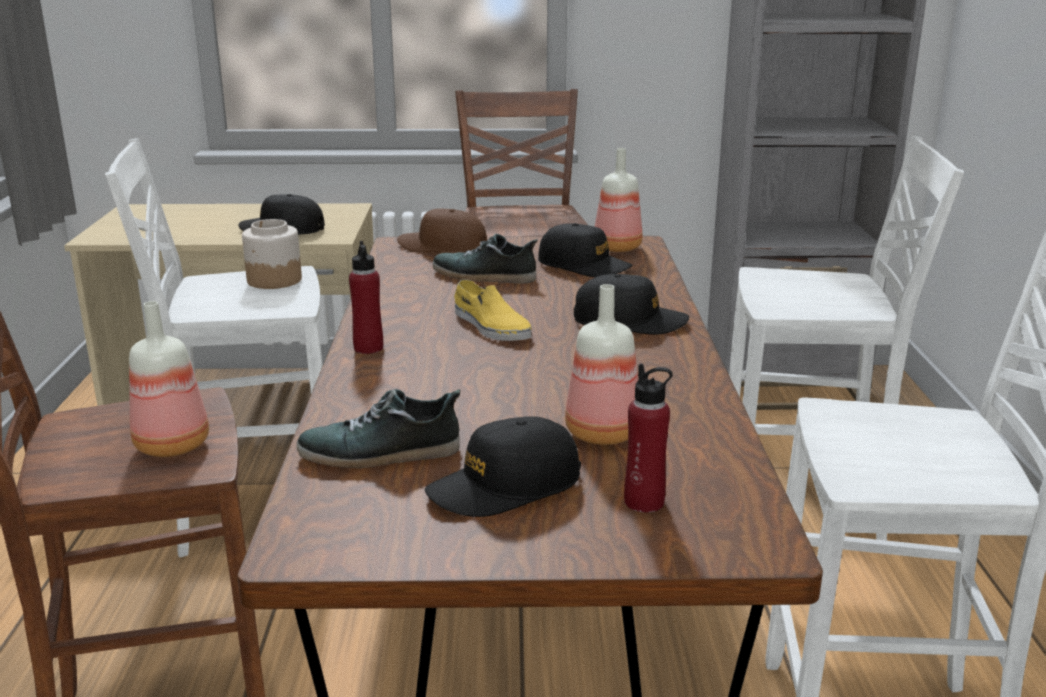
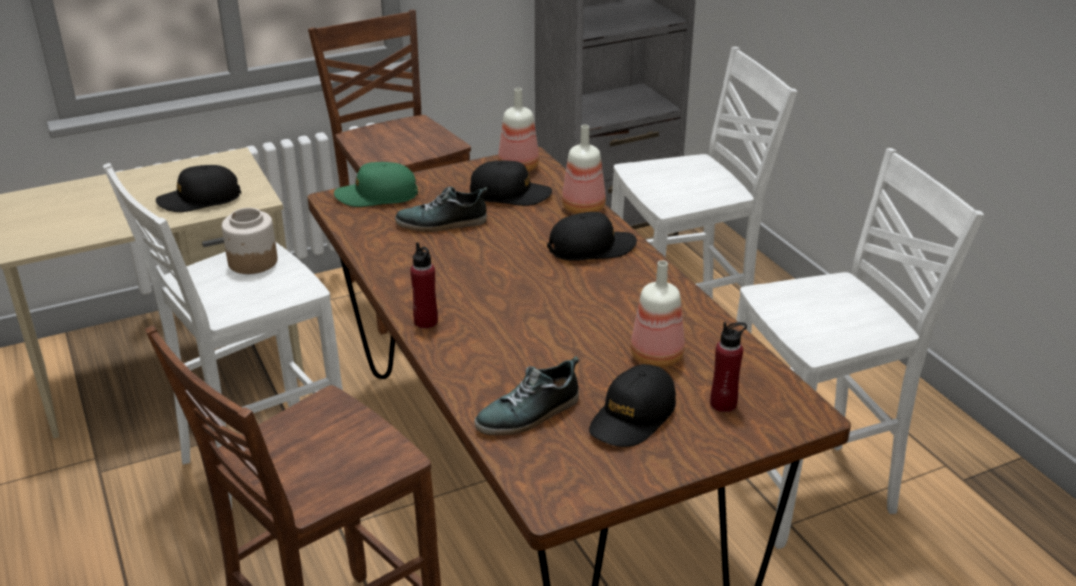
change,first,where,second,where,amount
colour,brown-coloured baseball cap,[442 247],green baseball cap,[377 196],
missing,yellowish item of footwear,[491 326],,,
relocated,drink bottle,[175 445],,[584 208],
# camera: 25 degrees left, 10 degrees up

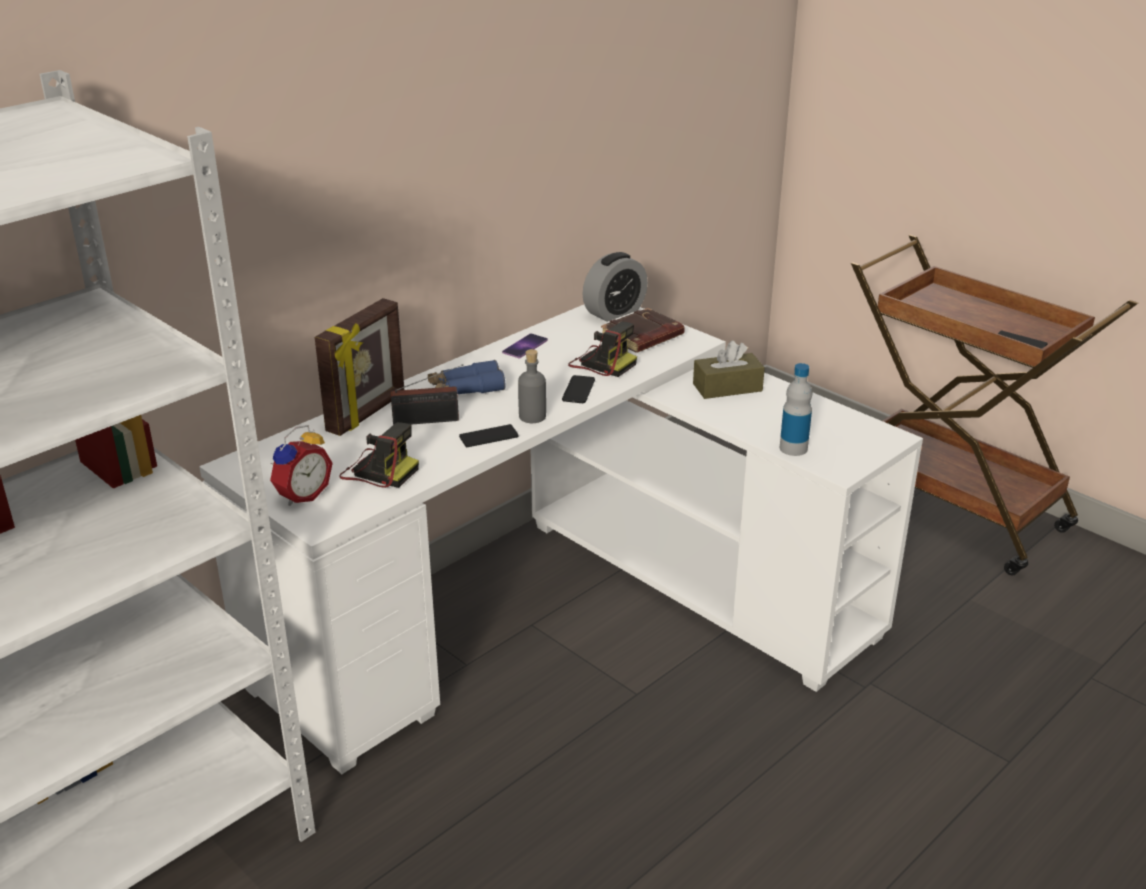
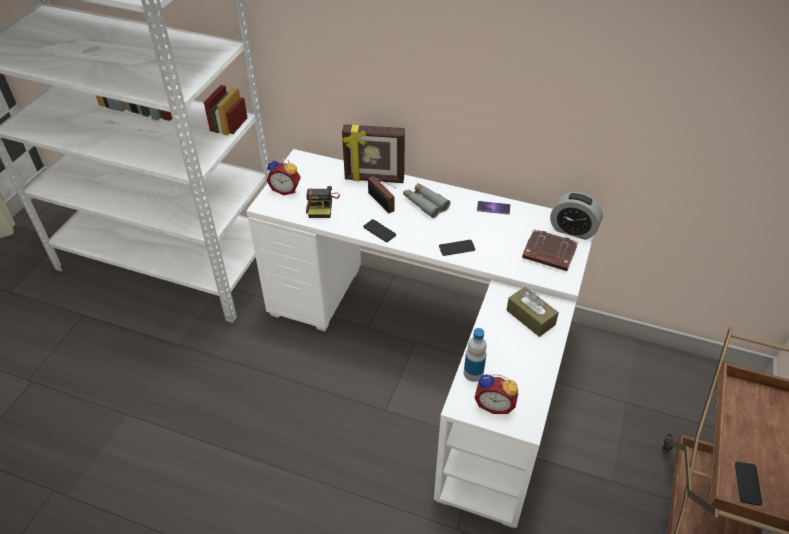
change,first,where,second,where,amount
missing,photo camera,[601 363],,,
missing,grey drink bottle,[532 416],,,
colour,blue pair of binoculars,[466 389],grey pair of binoculars,[425 203],
appeared,,,alarm clock,[494 404],
# camera: 65 degrees right, 15 degrees up

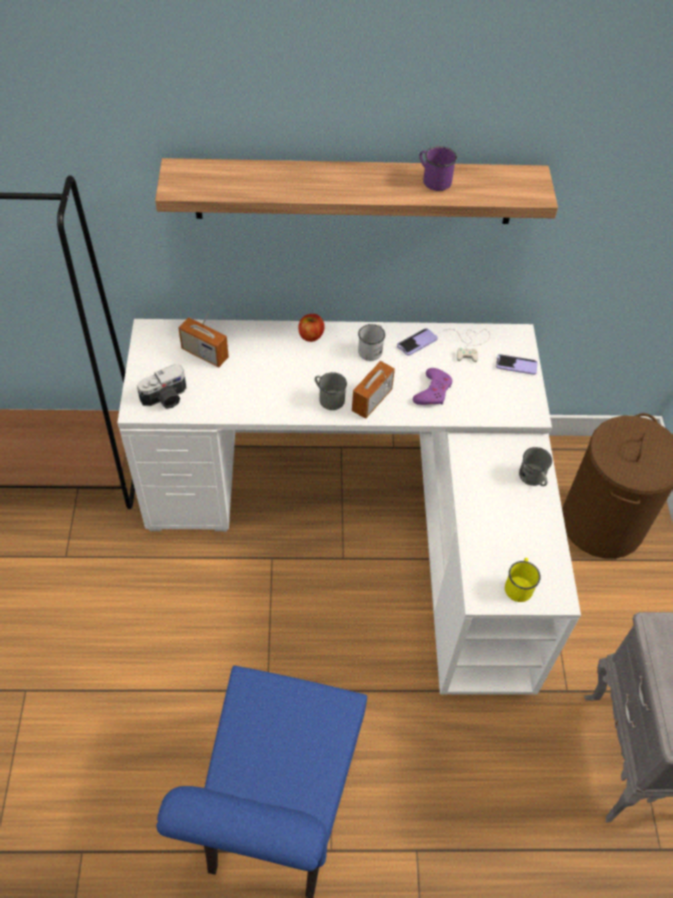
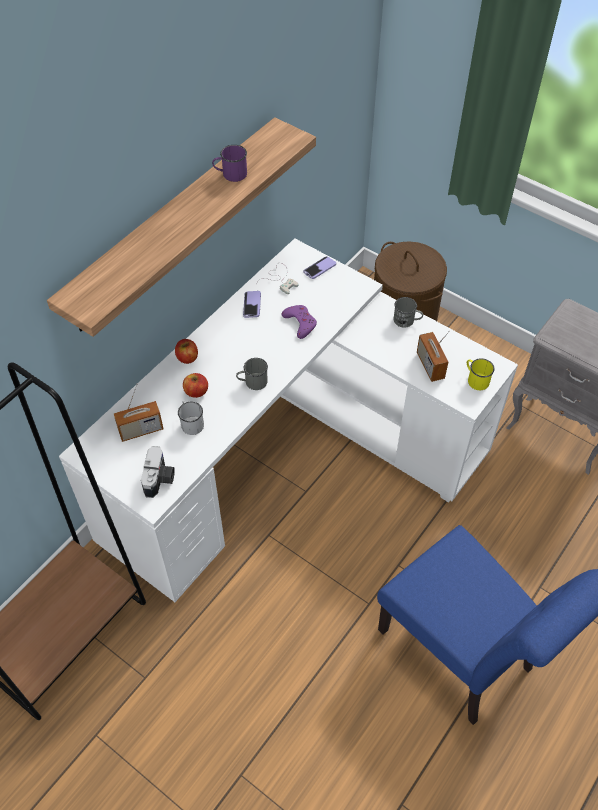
change,first,where,second,where,amount
relocated,white mug,[372 349],,[191 423],
relocated,radio set,[371 400],,[430 366],
appeared,,,apple,[196 391],
# camera: 50 degrees left, 0 degrees up

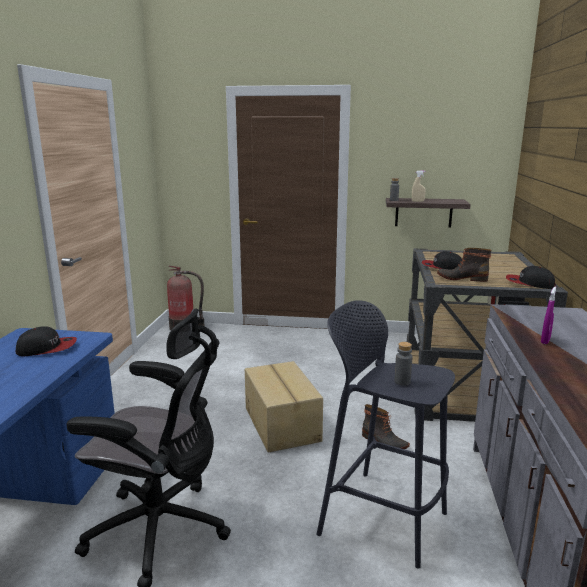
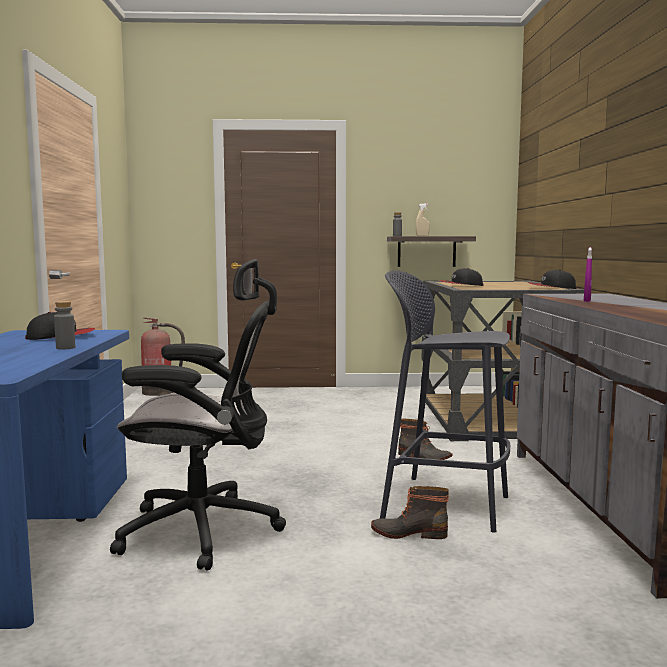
change,first,where,second,where,amount
relocated,high-top boot,[462 278],,[409 533],
relocated,grey drink bottle,[402 382],,[65 348],
missing,carton,[283 423],,,
# camera: 10 degrees left, 10 degrees down

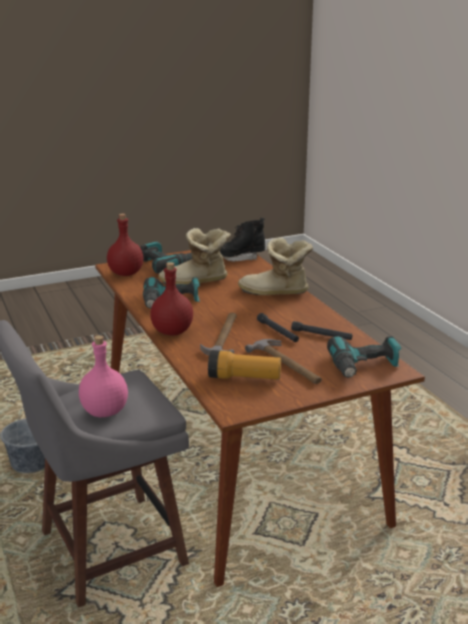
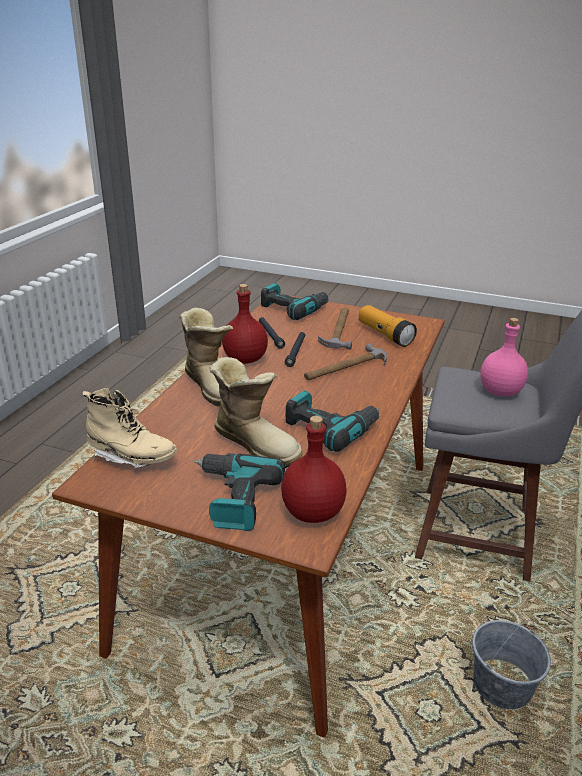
change,first,where,second,where,amount
colour,black high-top boot,[238 258],sand-coloured high-top boot,[132 457],
relocated,reddish drink bottle,[173 332],,[245 359],
# camera: 135 degrees left, 5 degrees up

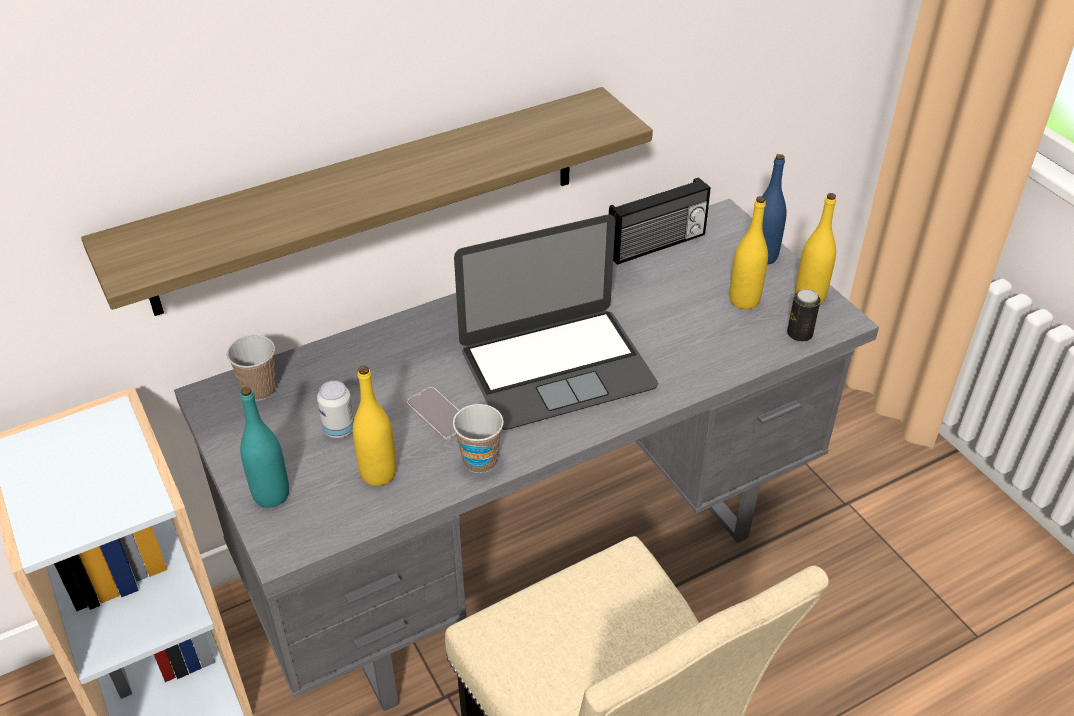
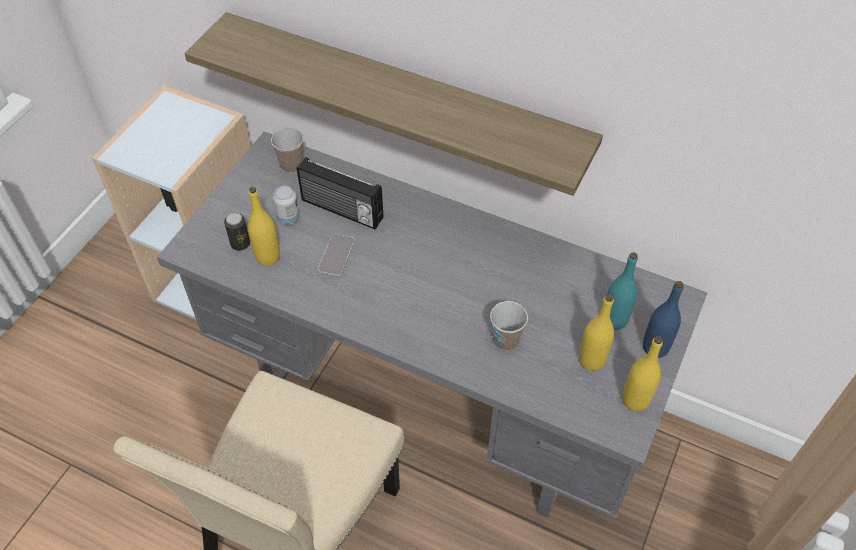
change,first,where,second,where,amount
relocated,radio set,[657 245],,[341 210],
missing,laptop,[557 367],,,
relocated,can,[799 334],,[240 244],
relocated,turquoise-coloured drink bottle,[271 495],,[614 320],
relocated,cup,[480 461],,[506 340],
# camera: 55 degrees right, 10 degrees up

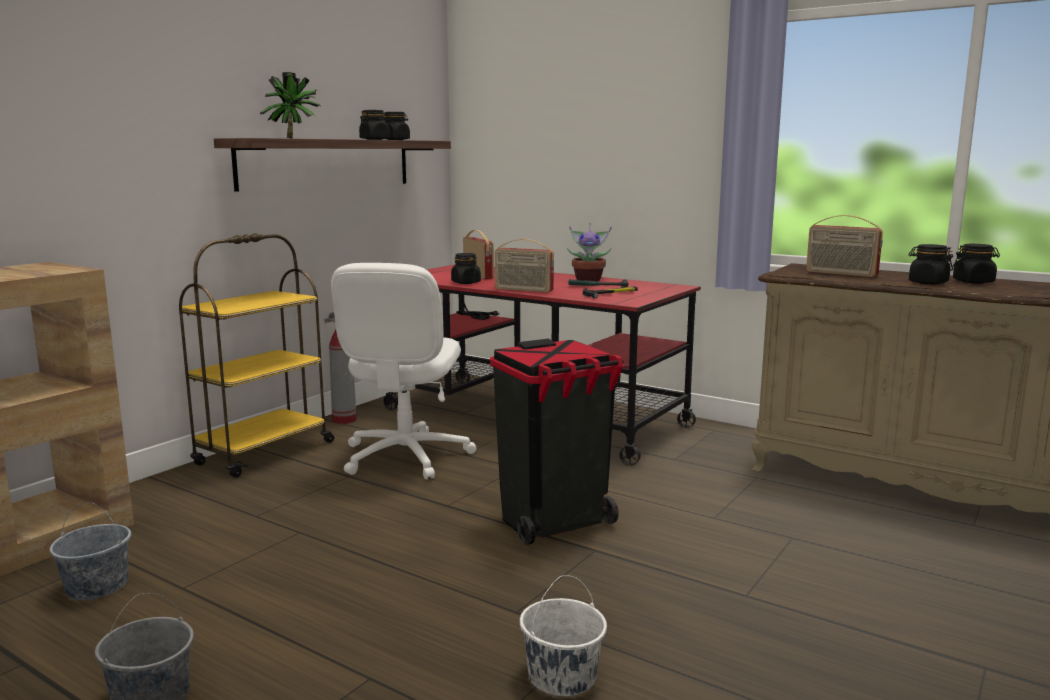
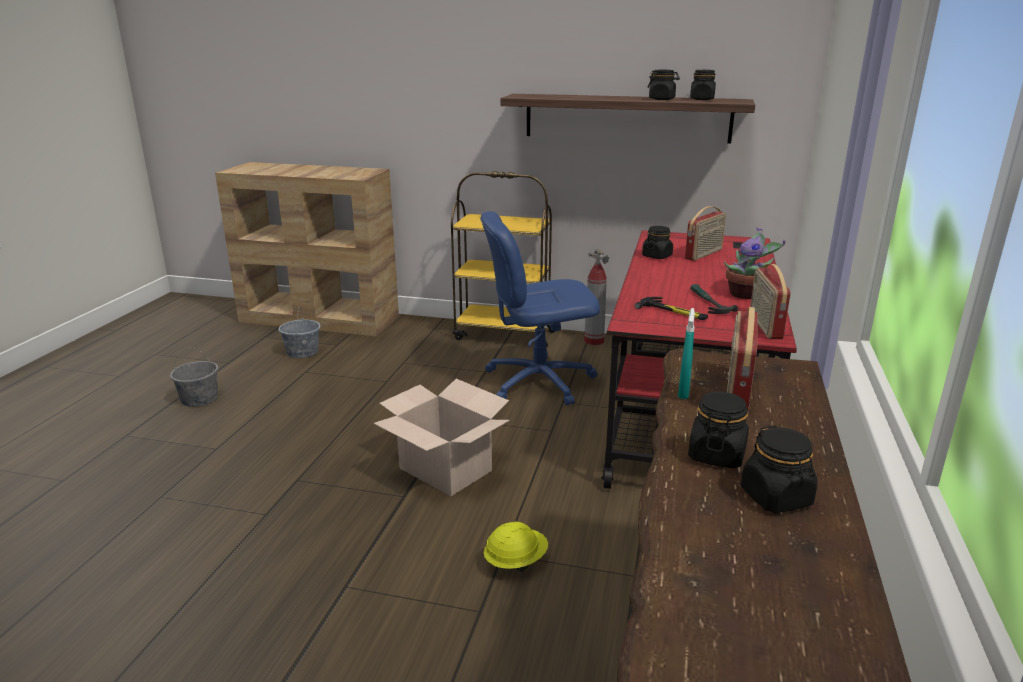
change,first,where,second,where,amount
missing,plant in a pot,[294 138],,,
relocated,radio set,[523 290],,[764 326],
colour,white desk chair,[405 456],blue desk chair,[538 381],
exchanged,black waste bin,[554 523],carton,[446 469],
missing,white pail,[561 676],,,
appeared,,,turquoise-coloured spray bottle,[683 392],
appeared,,,yellowish hard hat,[515 562],
# camera: 70 degrees right, 10 degrees up

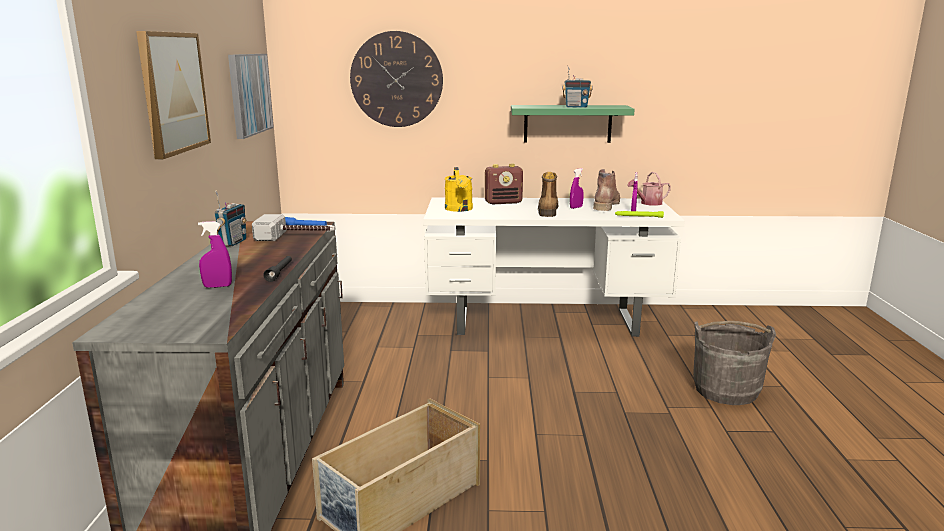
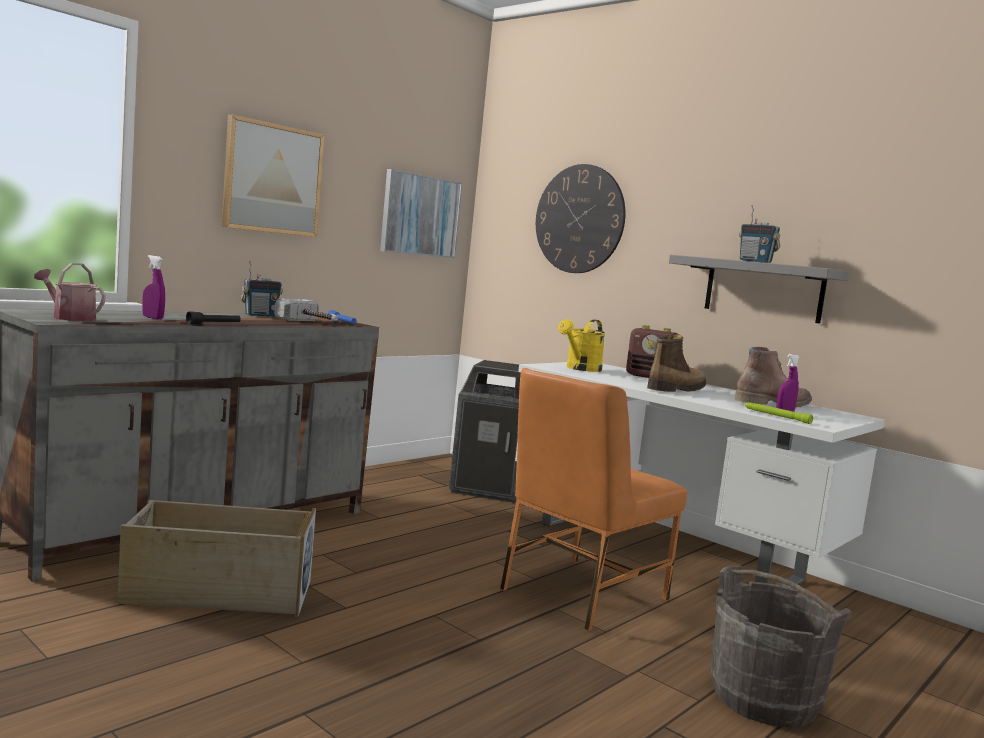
change,first,where,second,where,amount
colour,green bracket shelf,[567 123],grey bracket shelf,[763 290],
missing,purplish spray bottle,[576 207],,,
relocated,sprinkling can,[648 203],,[70 317],
appeared,,,waste bin,[489 489],
appeared,,,orange chair,[580 594],
# camera: 40 degrees right, 10 degrees down

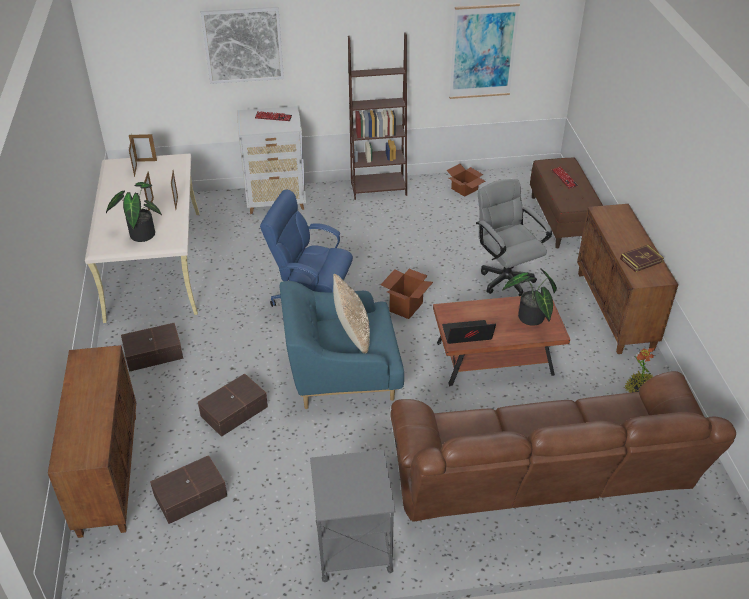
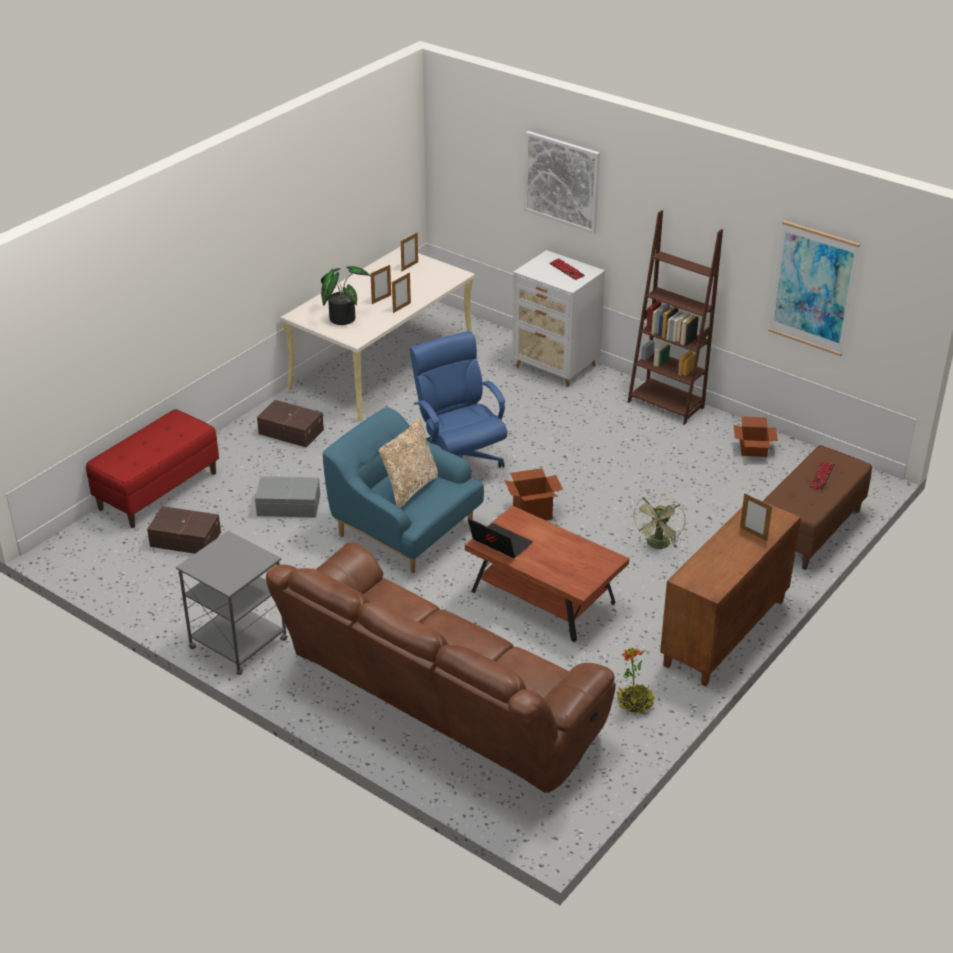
change,first,where,second,where,amount
relocated,picture frame,[145 161],,[753 534],
exchanged,grey desk chair,[504 280],green cooling fan,[658 545],
missing,book,[641 260],,,
missing,plant in a pot,[530 319],,,
exchanged,brown-coloured storage cabinet,[108 472],reddish bench,[158 490],
colour,brown-coloured storage bin,[233 411],grey storage bin,[288 505],
# camera: 45 degrees right, 5 degrees down

